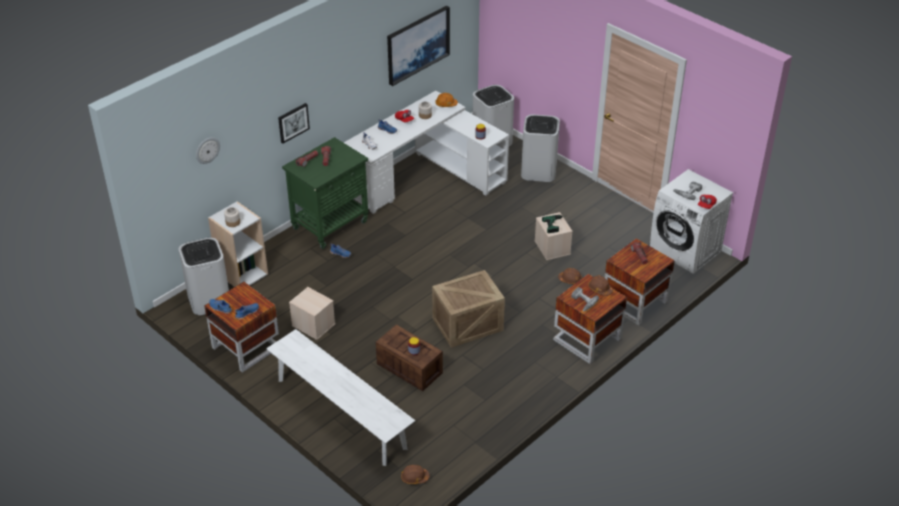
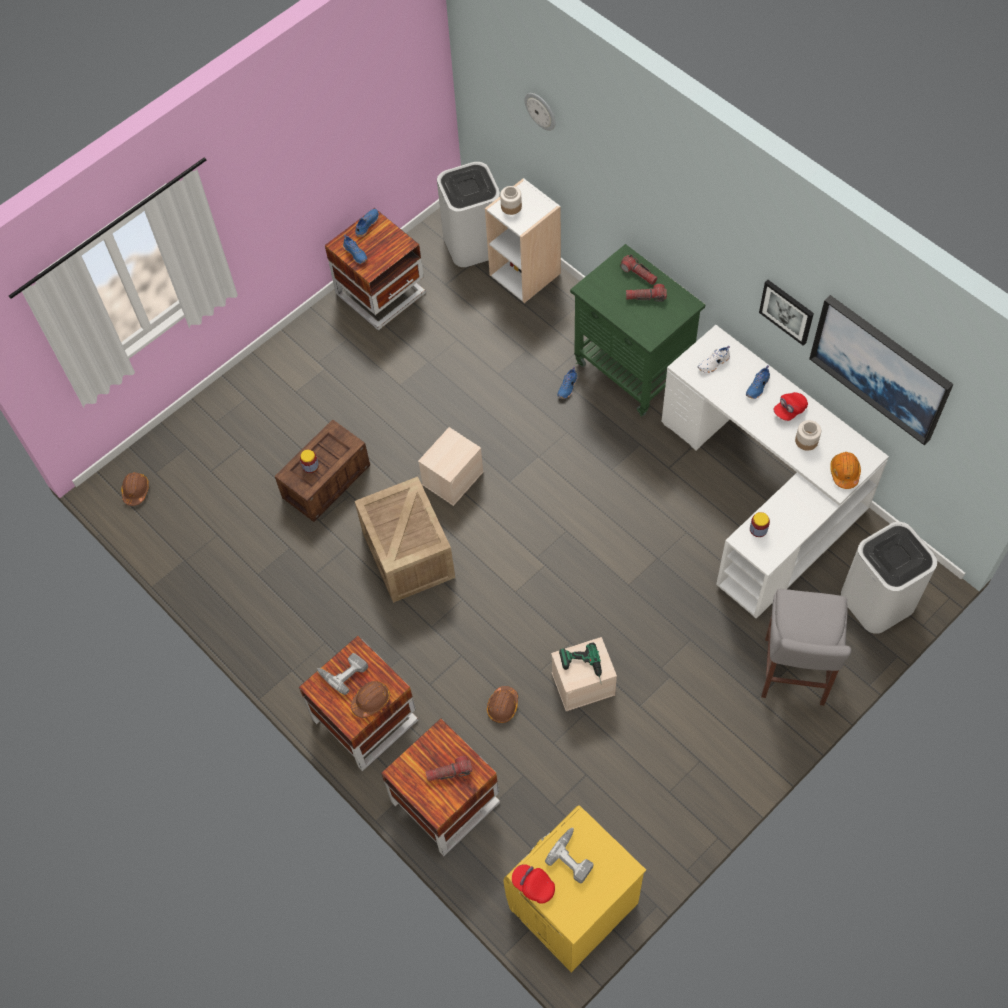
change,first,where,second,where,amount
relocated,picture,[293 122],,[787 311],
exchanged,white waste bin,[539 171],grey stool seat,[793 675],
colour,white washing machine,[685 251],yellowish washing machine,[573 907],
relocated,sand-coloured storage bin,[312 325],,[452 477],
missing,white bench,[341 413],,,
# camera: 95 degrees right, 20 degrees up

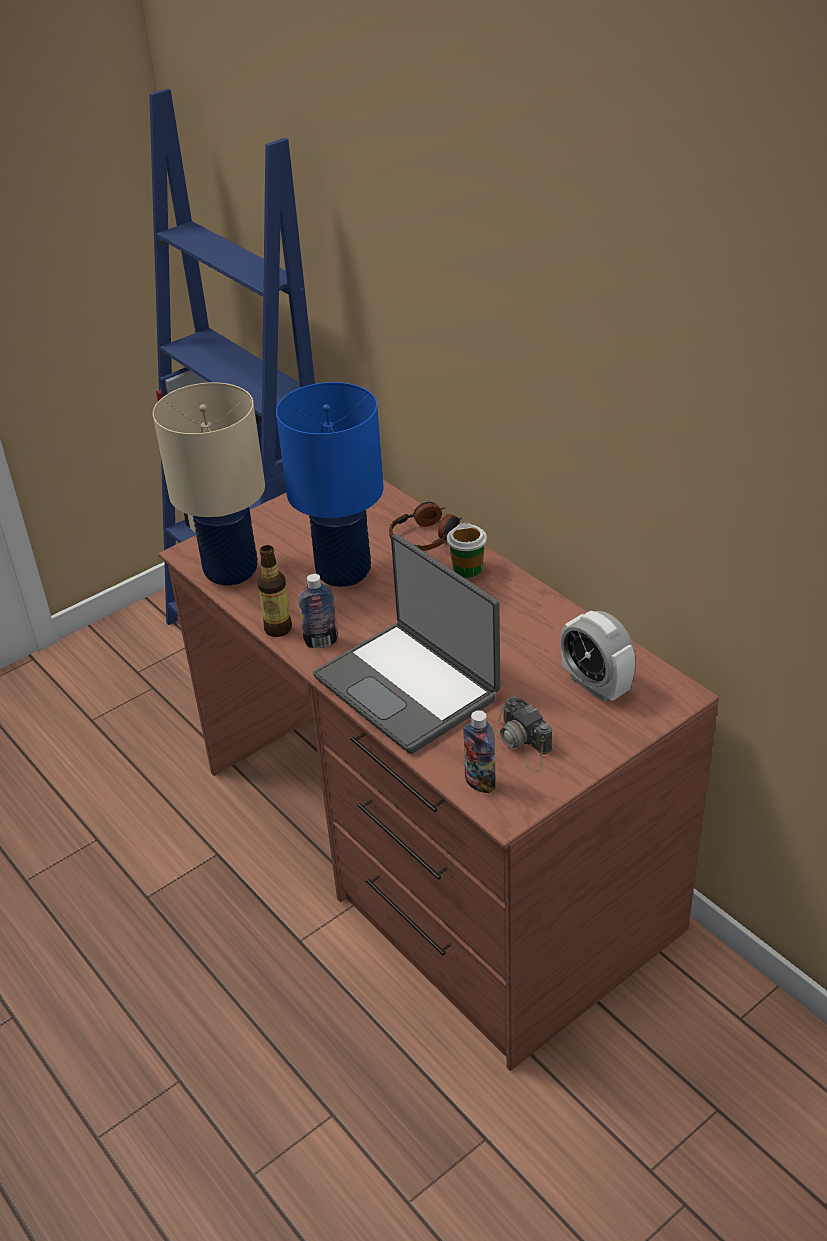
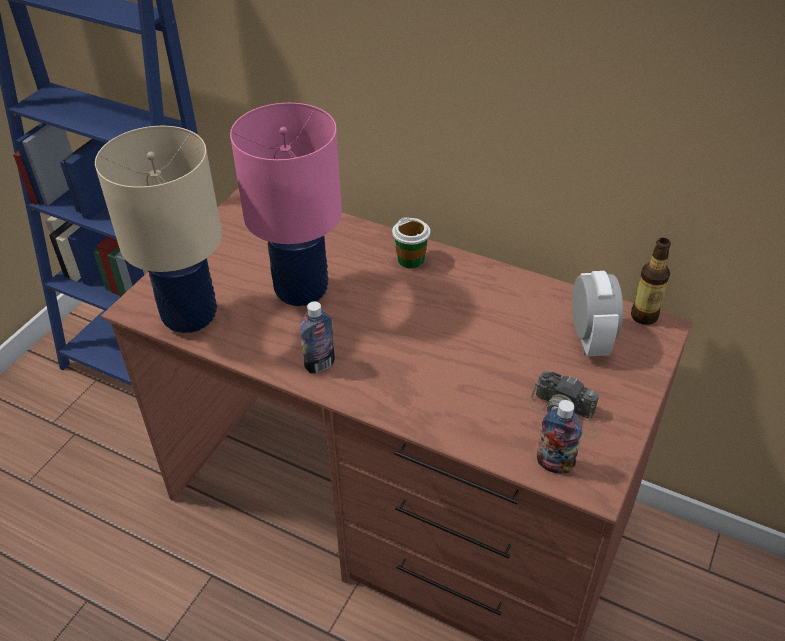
change,first,where,second,where,amount
colour,blue table lamp,[345 576],pink-coloured table lamp,[303 293],
missing,pair of headphones,[426 537],,,
missing,laptop,[408 686],,,
relocated,drink bottle,[278 629],,[644 316],
spun,alarm clock,[595 685],,[589 339],120 degrees counterclockwise
# camera: 25 degrees left, 5 degrees up

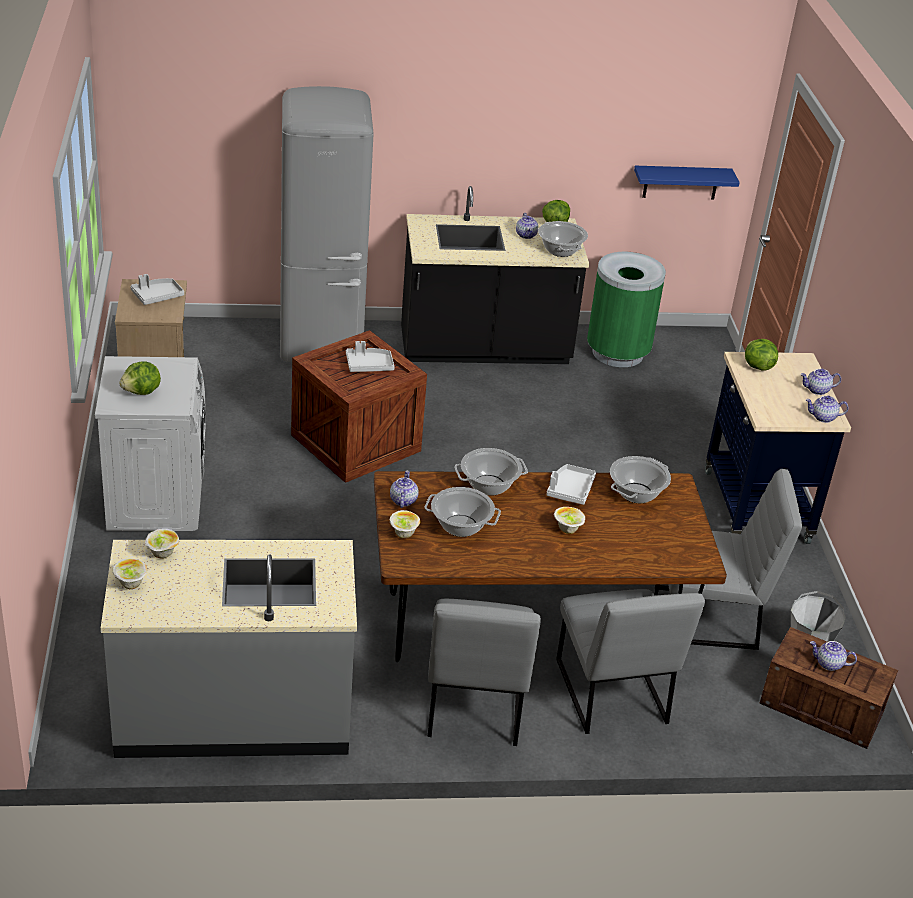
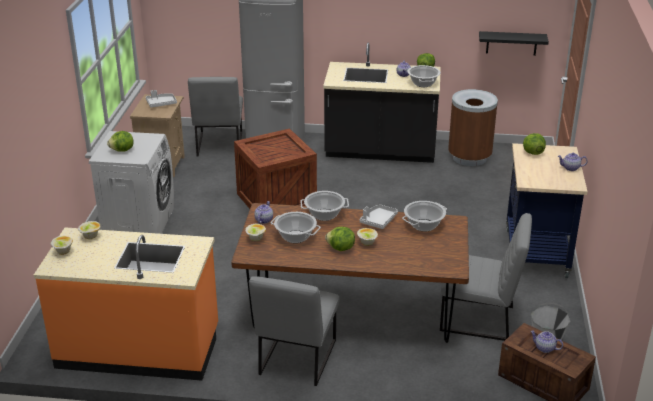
change,first,where,second,where,amount
colour,blue bracket shelf,[680 182],black bracket shelf,[511 43],
colour,green waste bin,[618 353],brown-coloured waste bin,[469 157],
missing,grey serving tray,[369 365],,,
missing,pot for tea,[823 417],,,
colour,grey kitchen counter,[233 711],orange kitchen counter,[139 348],
relocated,grey chair,[611 694],,[219 145],
appeared,,,lettuce head,[340 248],
# camera: 15 degrees right, 5 degrees down

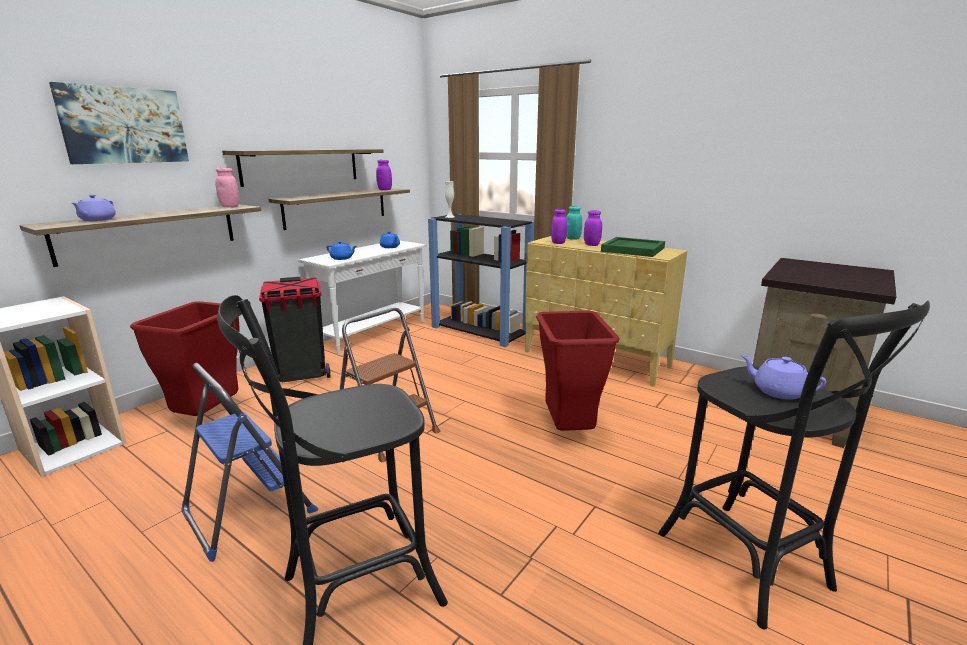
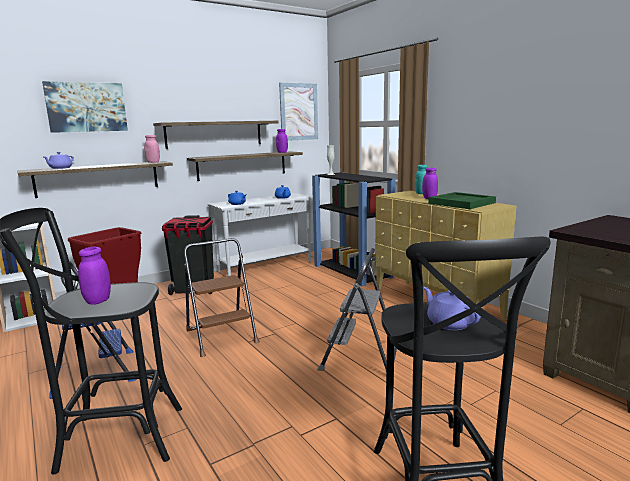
change,first,where,second,where,amount
relocated,purplish storage jar,[558 243],,[98 301],
exchanged,reddish waste bin,[569 432],grey step ladder,[362 358],
appeared,,,picture,[299 112],
# camera: 20 degrees right, 5 degrees down

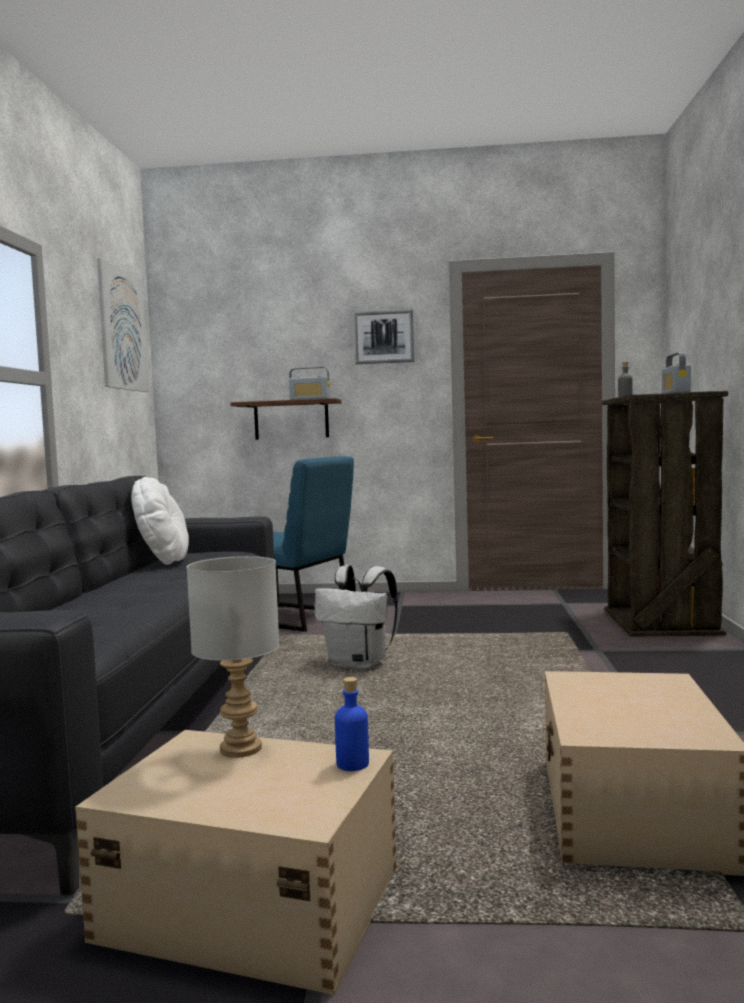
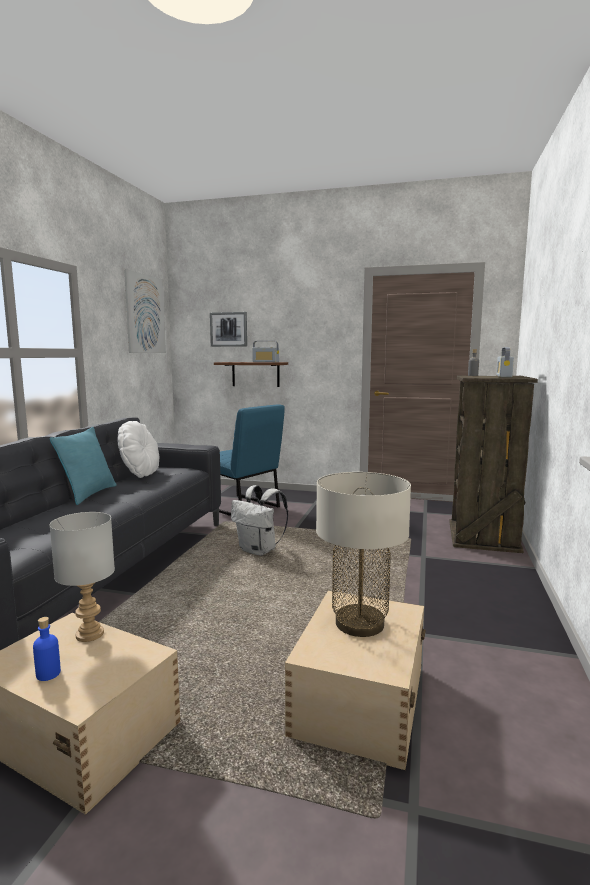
change,first,where,second,where,amount
relocated,picture,[384 337],,[229 329],
relocated,blue drink bottle,[352 764],,[48 674],
appeared,,,turquoise-coloured cushion,[89 494],
appeared,,,table lamp,[359 623],
# camera: 10 degrees right, 5 degrees up

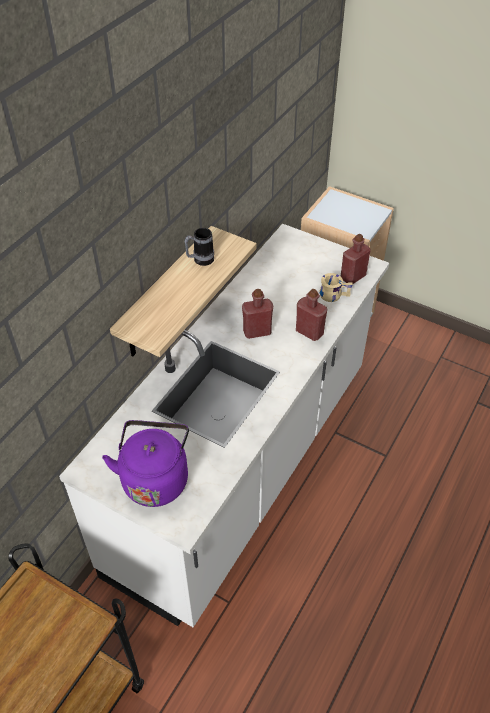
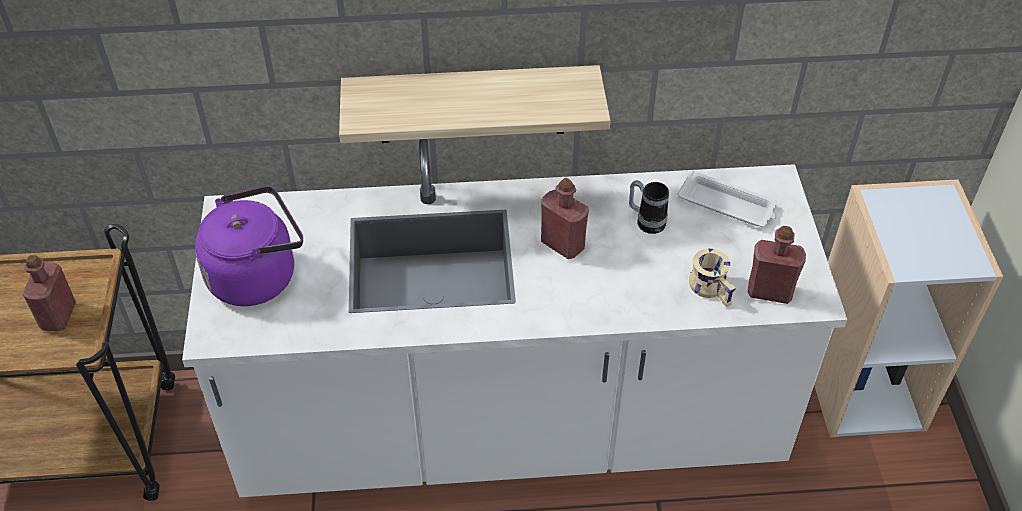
change,first,where,second,where,amount
relocated,mug,[200 260],,[646 221],
relocated,reddish drink bottle,[309 332],,[58 316],
appeared,,,white serving tray,[728 205],
# camera: 55 degrees right, 0 degrees up

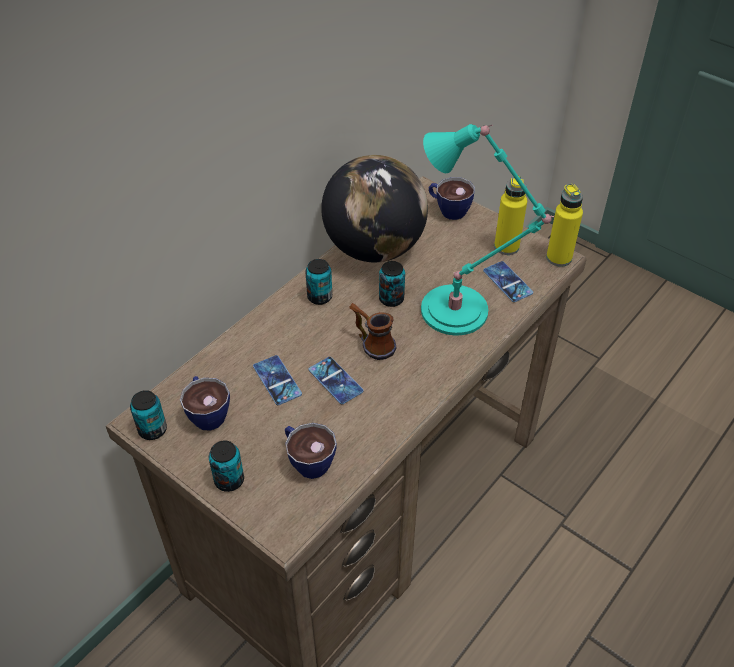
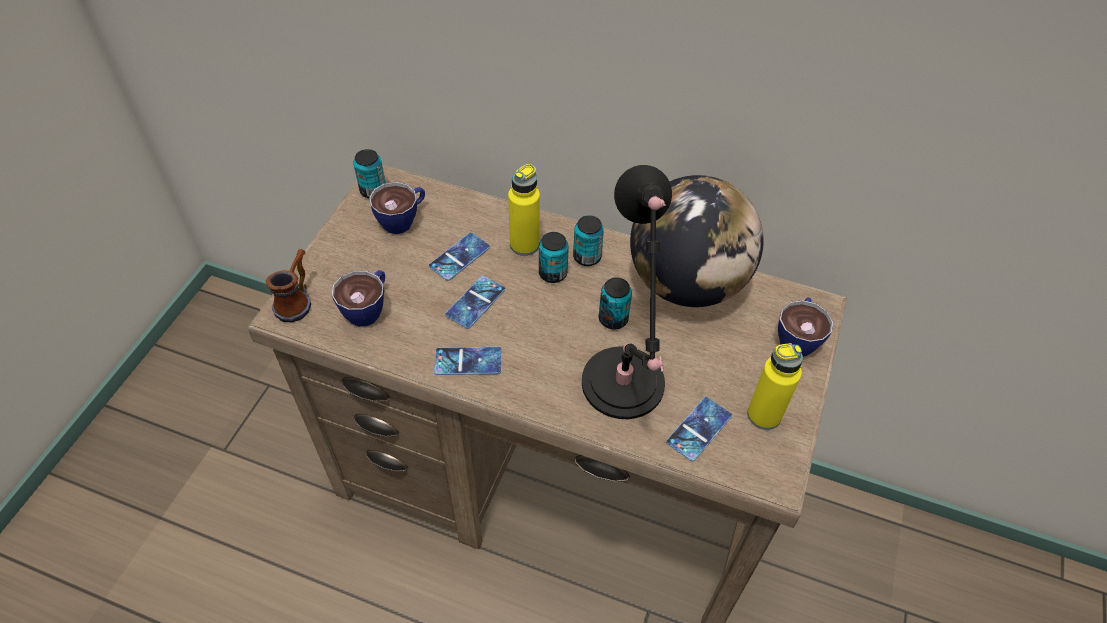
change,first,where,second,where,amount
colour,turquoise-coloured table lamp,[460 312],black table lamp,[623 389],
relocated,yellowish drink bottle,[559 258],,[524 245],
relocated,mug,[372 343],,[298 300],
relocated,can,[229 480],,[552 273],
appeared,,,handset,[468 361],
# camera: 70 degrees right, 5 degrees up

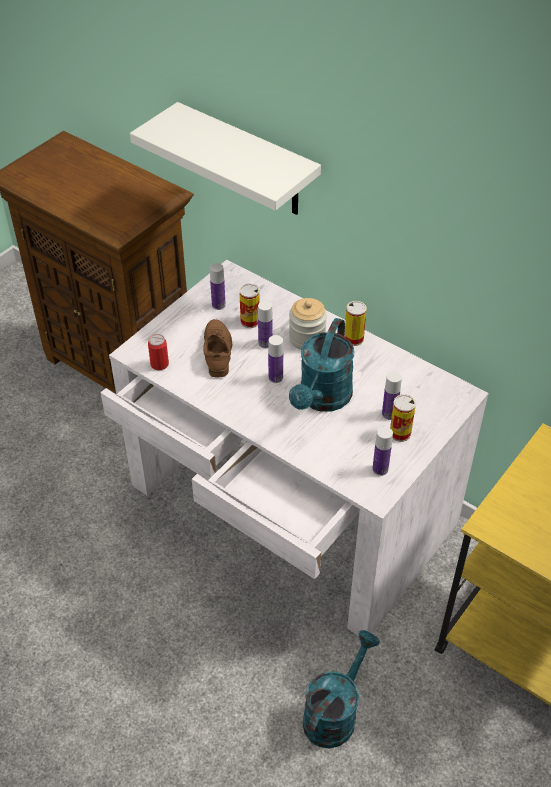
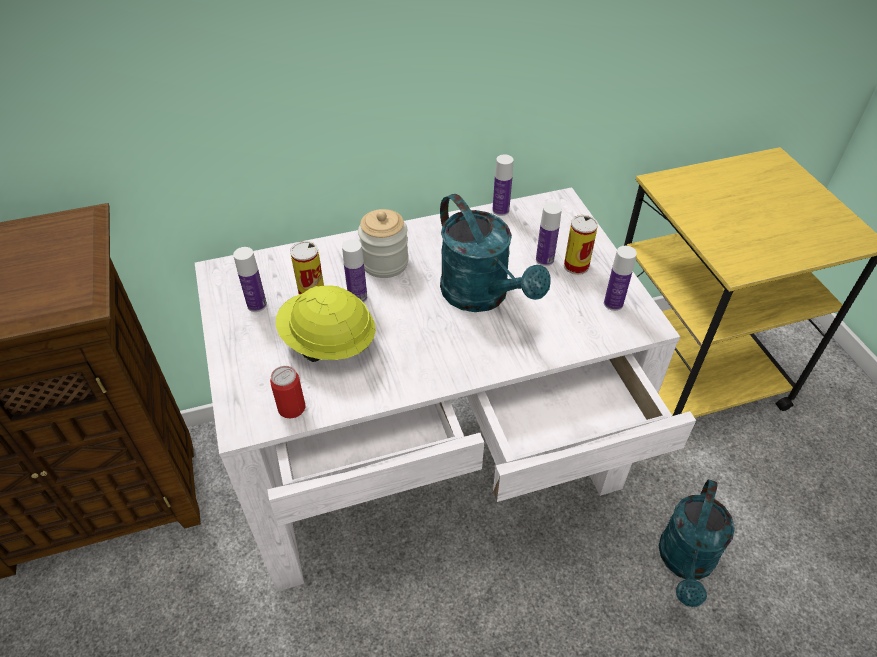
change,first,where,second,where,amount
missing,white bracket shelf,[247 161],,,
missing,can,[354 339],,,
exchanged,brown-coloured item of footwear,[217 351],yellowish hard hat,[328 343],
relocated,drink bottle,[275 377],,[500 210],
spun,turquoise-coloured sprinkling can,[334 712],,[685 563],135 degrees counterclockwise
# camera: 55 degrees left, 0 degrees up

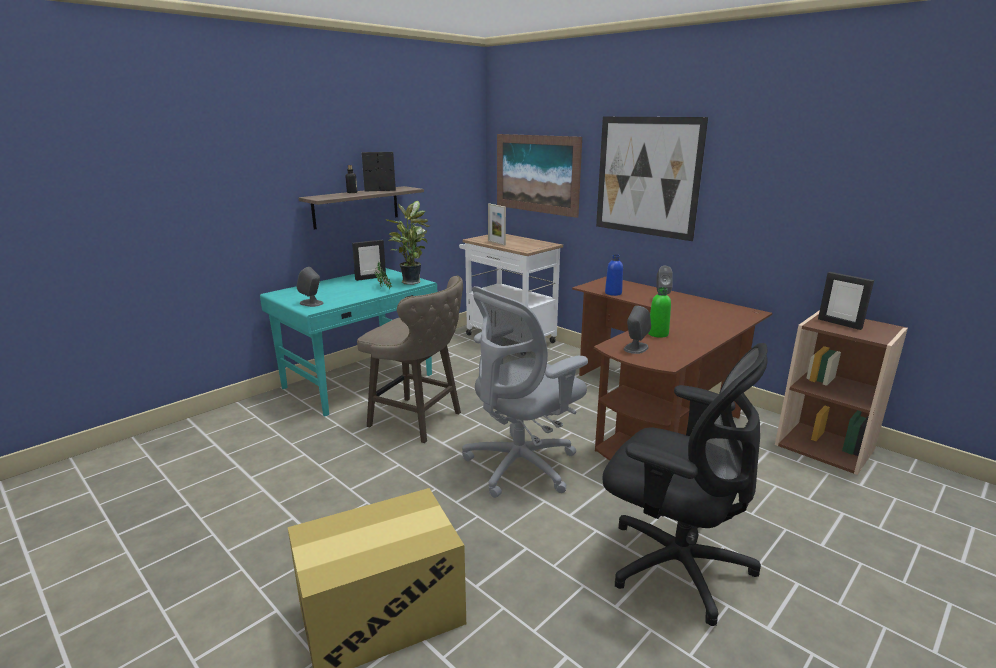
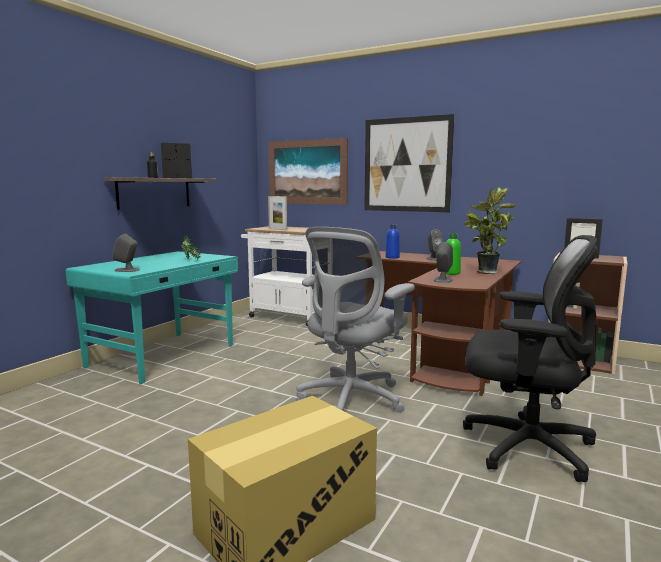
change,first,where,second,where,amount
relocated,plant in a pot,[411 282],,[485 272],
missing,picture frame,[370 278],,,
missing,sand-coloured stool seat,[418 420],,,
# camera: 15 degrees left, 10 degrees down

